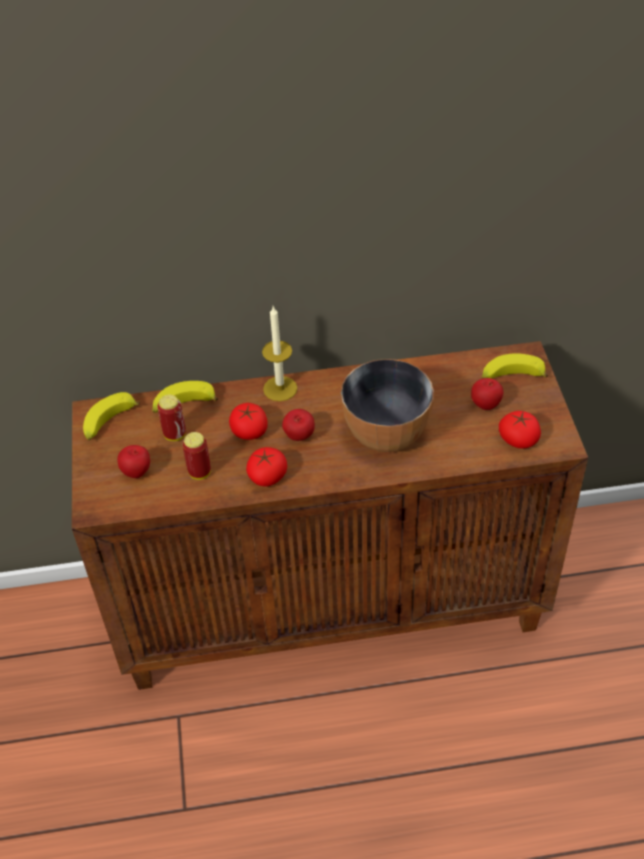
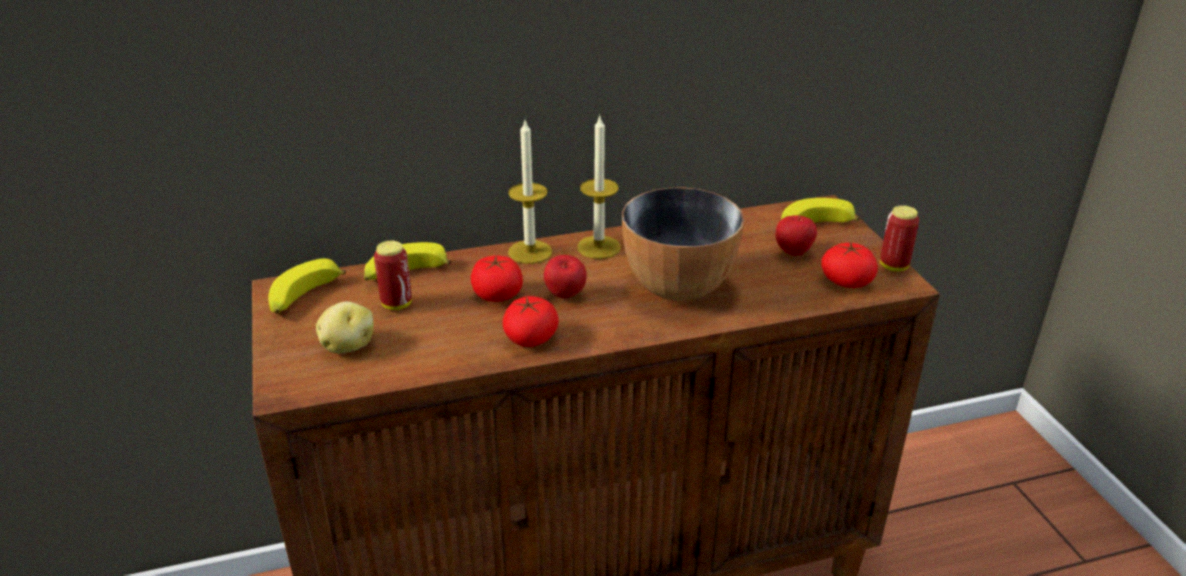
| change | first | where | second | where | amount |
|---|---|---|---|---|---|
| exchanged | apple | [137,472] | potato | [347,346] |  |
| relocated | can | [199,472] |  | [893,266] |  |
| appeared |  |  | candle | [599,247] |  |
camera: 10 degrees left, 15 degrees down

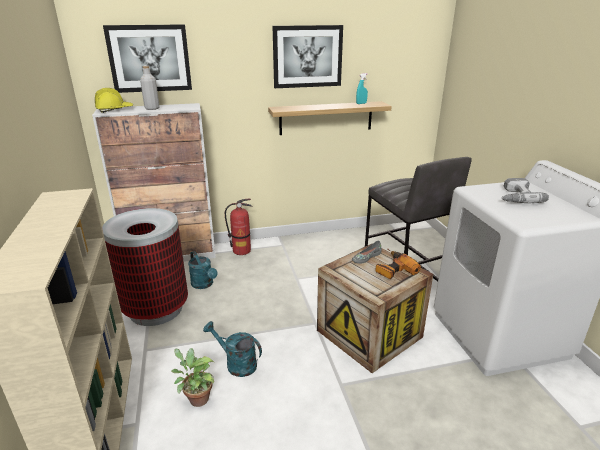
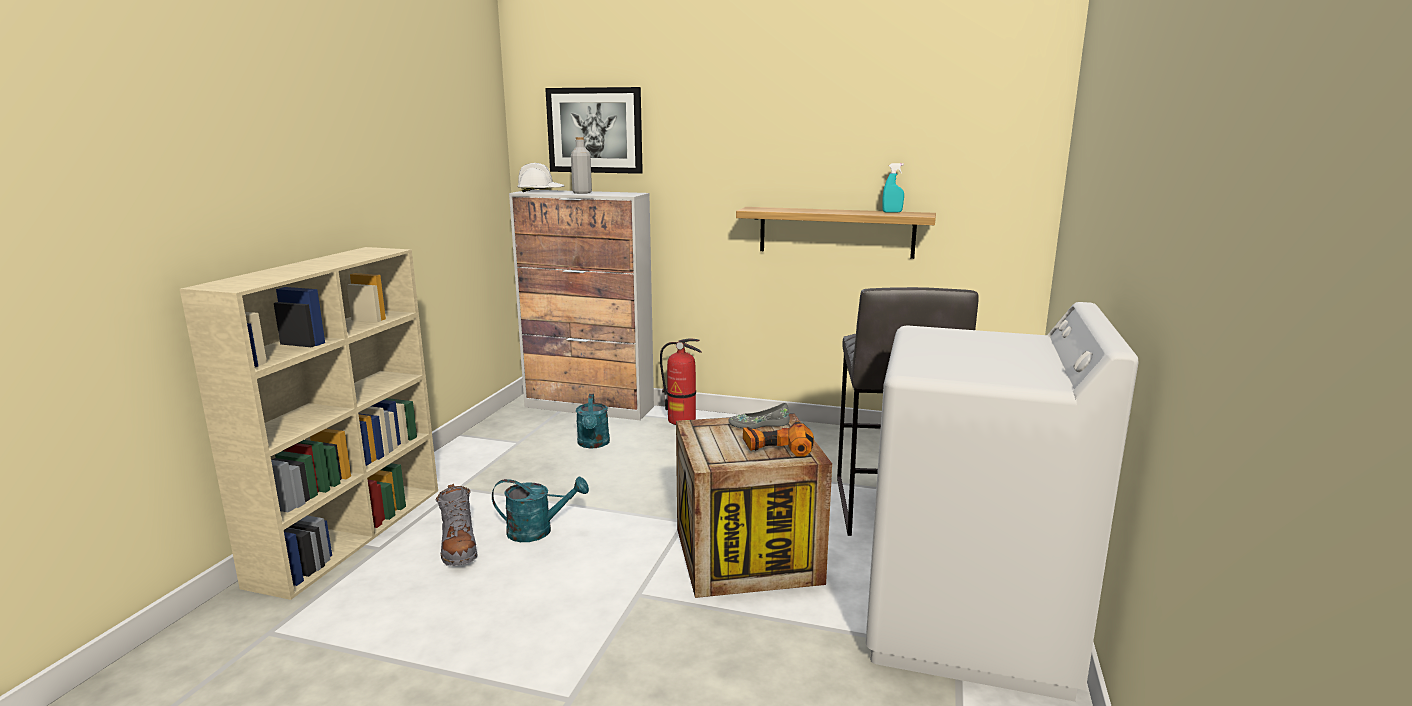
| change | first | where | second | where | amount |
|---|---|---|---|---|---|
| colour | yellow hard hat | [114,109] | white hard hat | [541,191] |  |
| missing | trash can | [156,309] |  |  |  |
| exchanged | potted plant | [196,398] | grey boot | [459,548] |  |
| spun | turquoise watering can | [236,363] |  | [538,531] | 120 degrees clockwise |
| missing | picture | [307,56] |  |  |  |
| missing | power drill | [515,196] |  |  |  |
camera: 30 degrees right, 10 degrees down

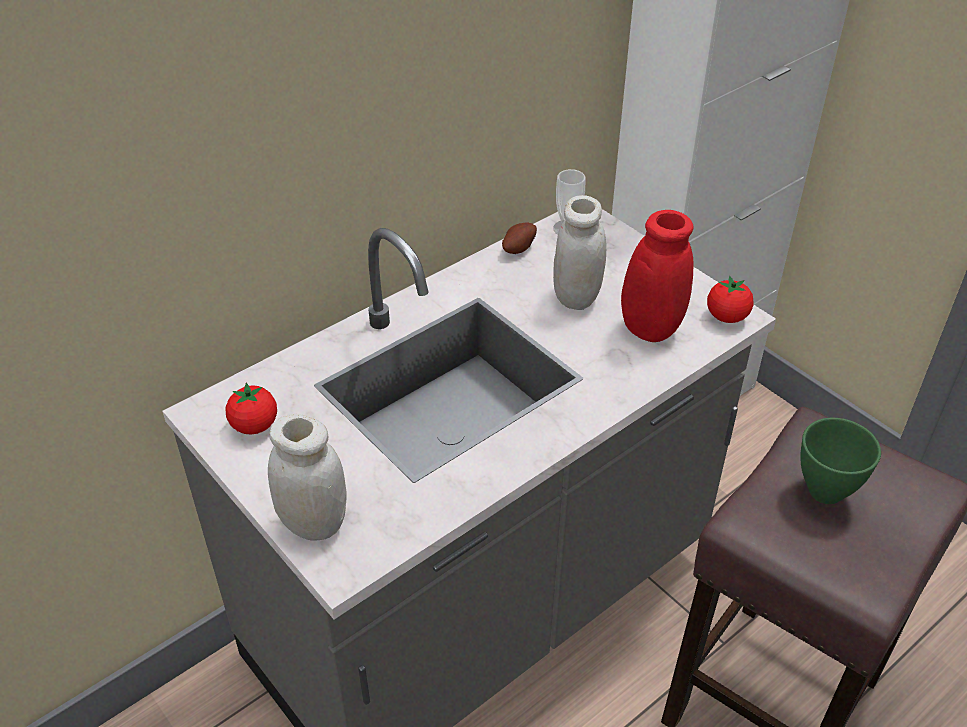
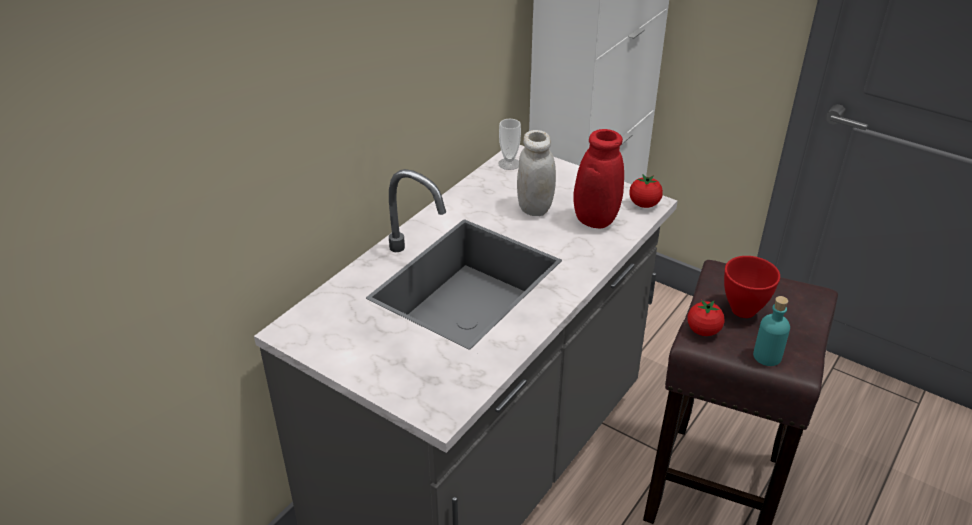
| change | first | where | second | where | amount |
|---|---|---|---|---|---|
| relocated | tomato | [254,425] |  | [703,331] |  |
| missing | white jar | [313,523] |  |  |  |
| missing | potato | [518,248] |  |  |  |
| colour | green bowl | [827,491] | red bowl | [744,310] |  |
| appeared |  |  | turquoise bottle | [767,356] |  |
camera: 15 degrees left, 5 degrees down

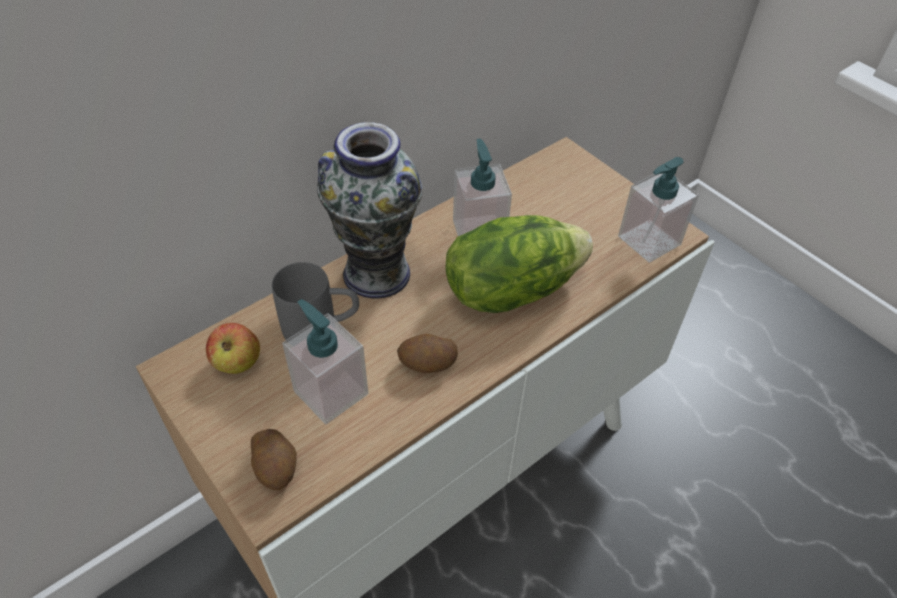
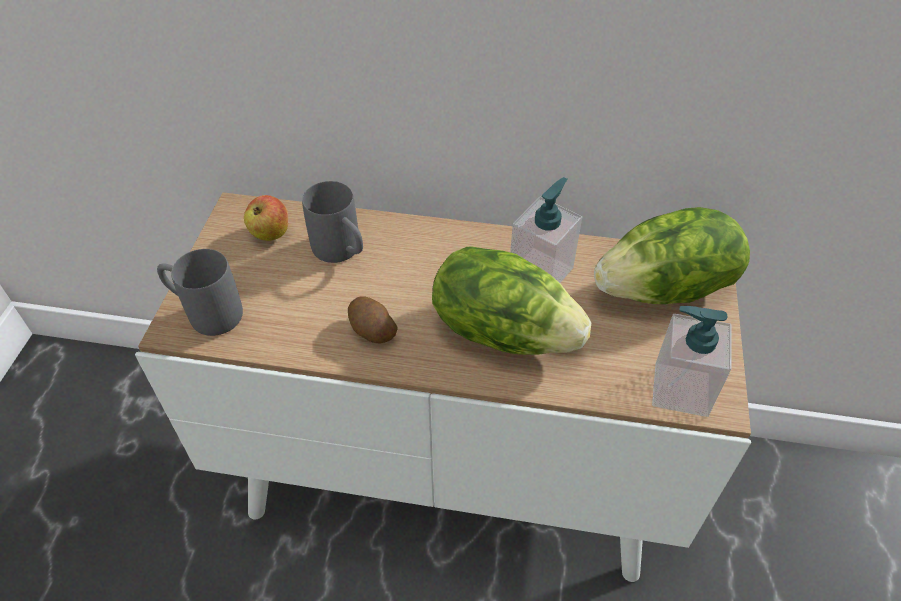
| change | first | where | second | where | amount |
|---|---|---|---|---|---|
| exchanged | potato | [276,467] | grey mug | [205,312] |  |
| missing | soap dispenser | [330,392] |  |  |  |
| missing | vase | [376,274] |  |  |  |
| appeared |  |  | lettuce | [666,290] |  |
camera: 50 degrees right, 0 degrees up

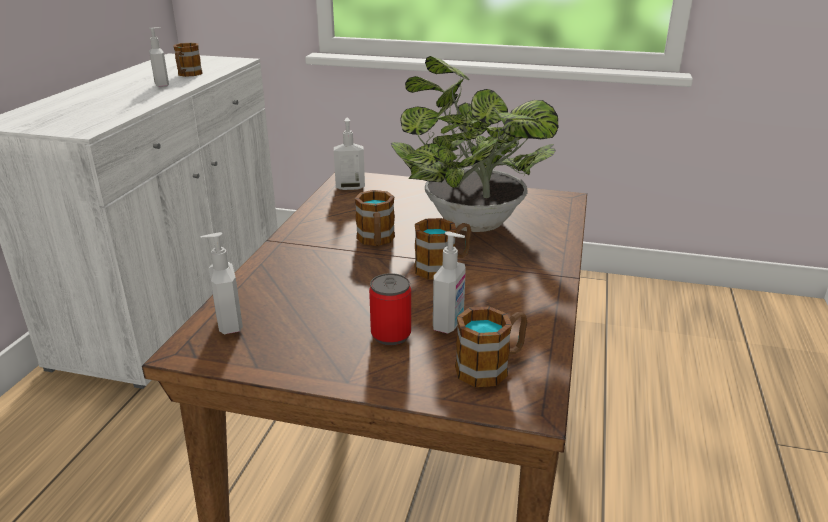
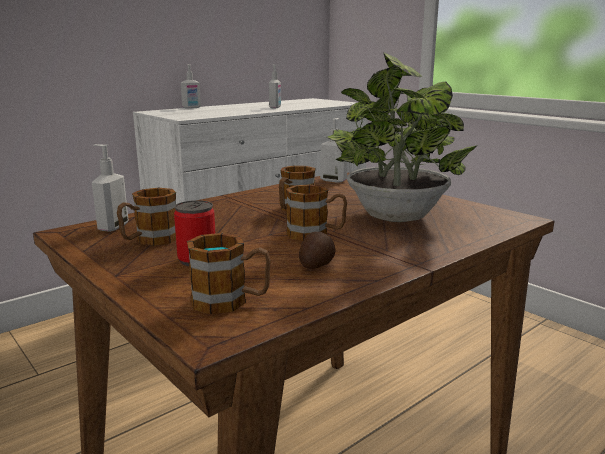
| change | first | where | second | where | amount |
|---|---|---|---|---|---|
| relocated | mug | [188,75] |  | [149,240] |  |
| relocated | soap dispenser | [449,324] |  | [191,108] |  |
| appeared |  |  | potato | [318,264] |  |
camera: 35 degrees right, 10 degrees down

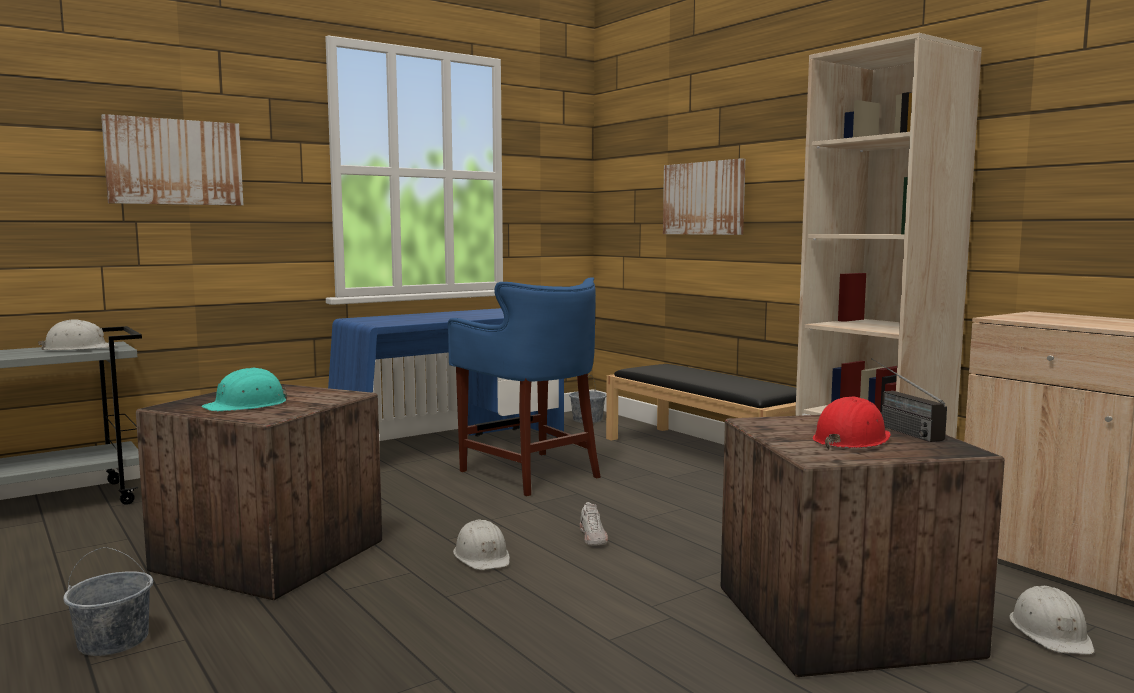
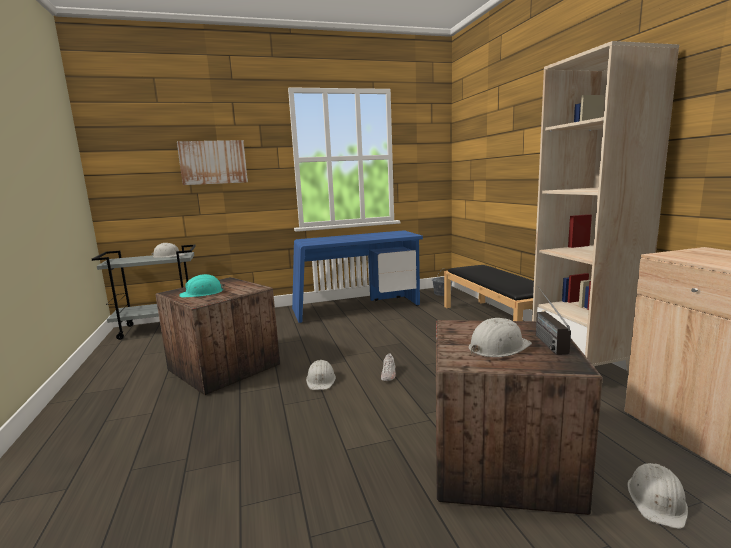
| change | first | where | second | where | amount |
|---|---|---|---|---|---|
| missing | grey bucket | [114,641] |  |  |  |
| missing | blue stool | [531,473] |  |  |  |
| missing | picture | [704,198] |  |  |  |
| colour | red hard hat | [851,440] | white hard hat | [498,347] |  |
camera: 20 degrees right, 5 degrees up

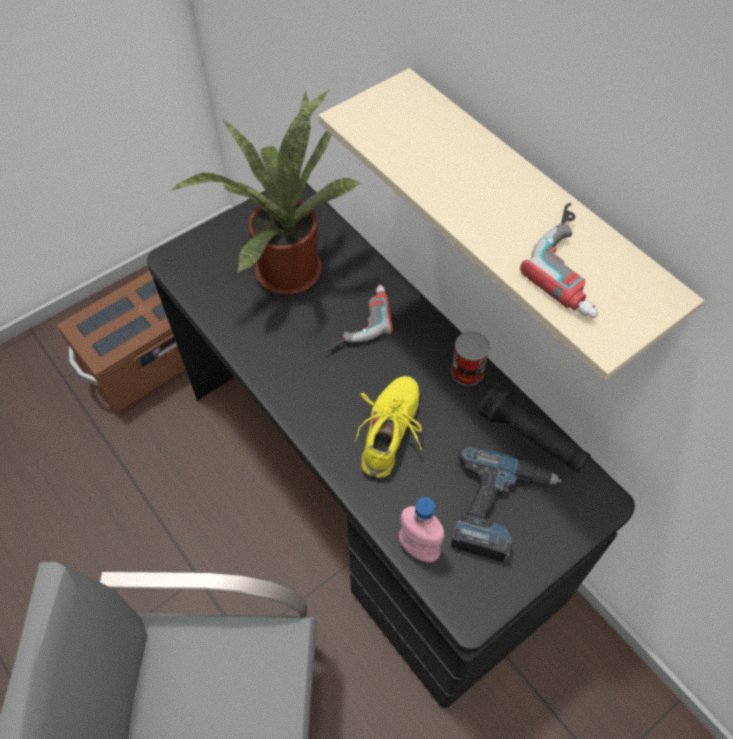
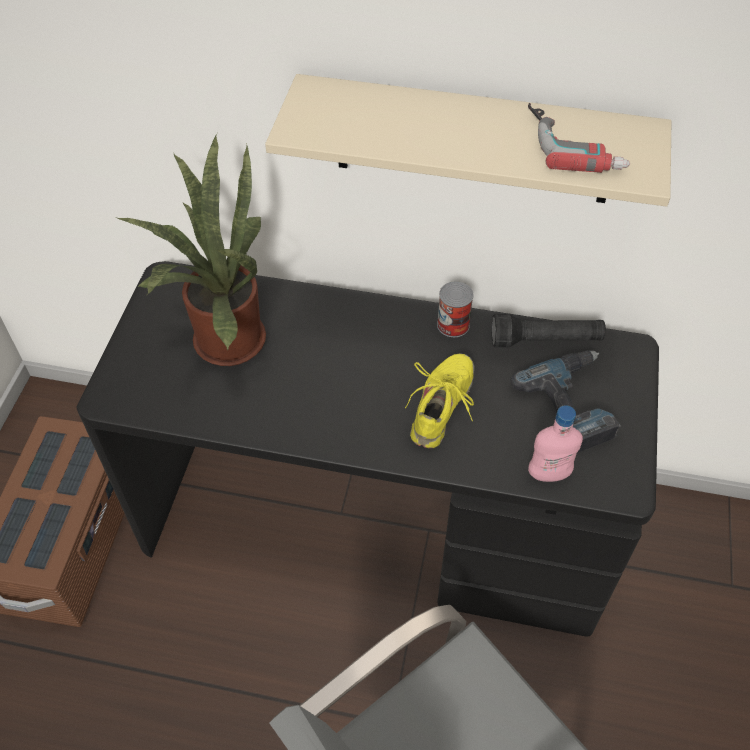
| change | first | where | second | where | amount |
|---|---|---|---|---|---|
| missing | power drill | [356,321] |  |  |  |
| spun | yellow shoe | [391,431] |  | [442,407] | 45 degrees clockwise |
camera: 40 degrees left, 5 degrees down

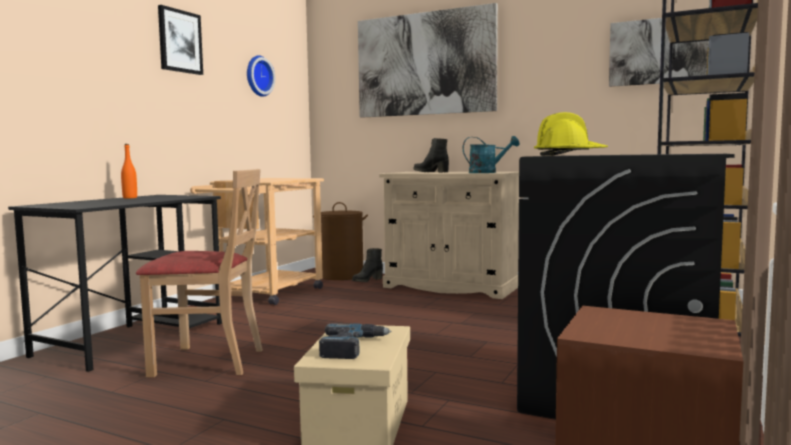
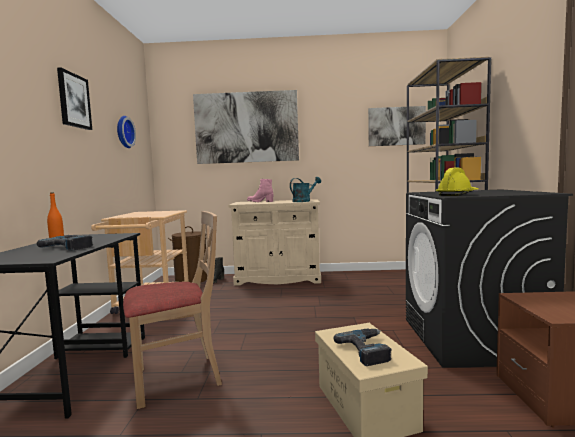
| change | first | where | second | where | amount |
|---|---|---|---|---|---|
| colour | black boot | [431,172] | pink boot | [260,202] |  |
| appeared |  |  | power drill | [71,246] |  |
camera: 25 degrees left, 0 degrees up

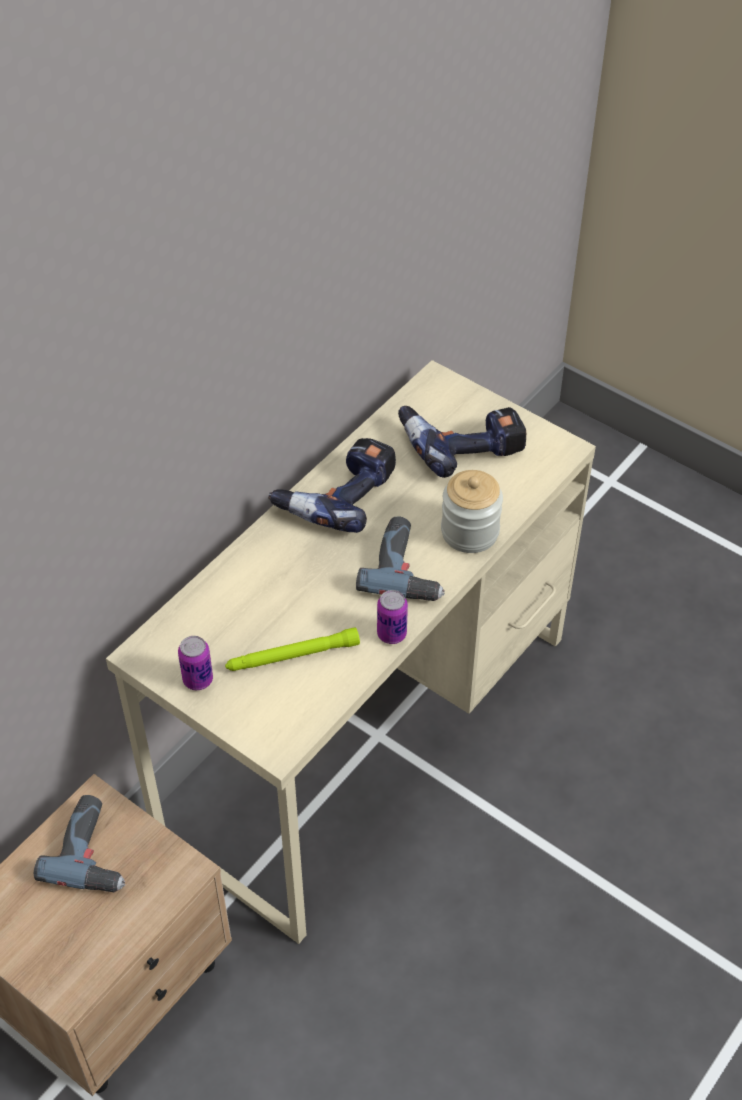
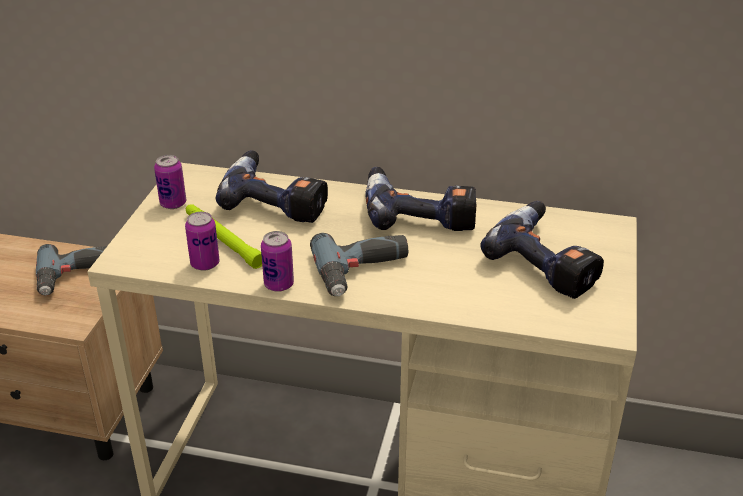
| change | first | where | second | where | amount |
|---|---|---|---|---|---|
| missing | jar | [470,532] |  |  |  |
| appeared |  |  | can | [205,264] |  |
| appeared |  |  | power drill | [277,199] |  |
camera: 65 degrees right, 15 degrees down

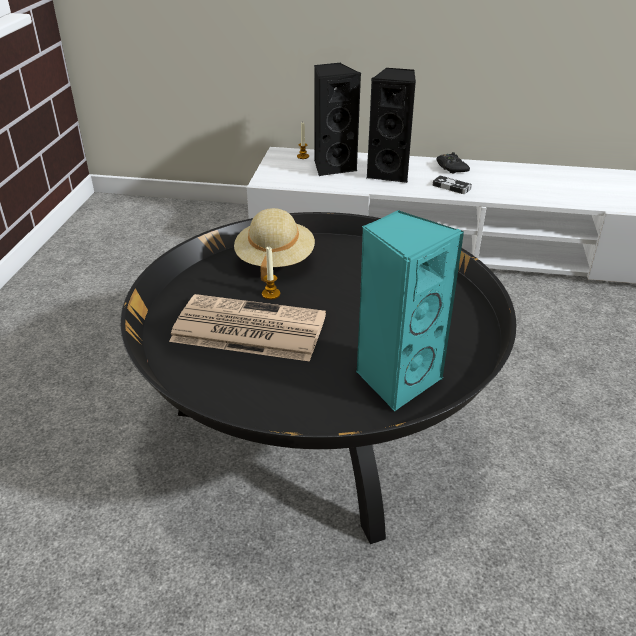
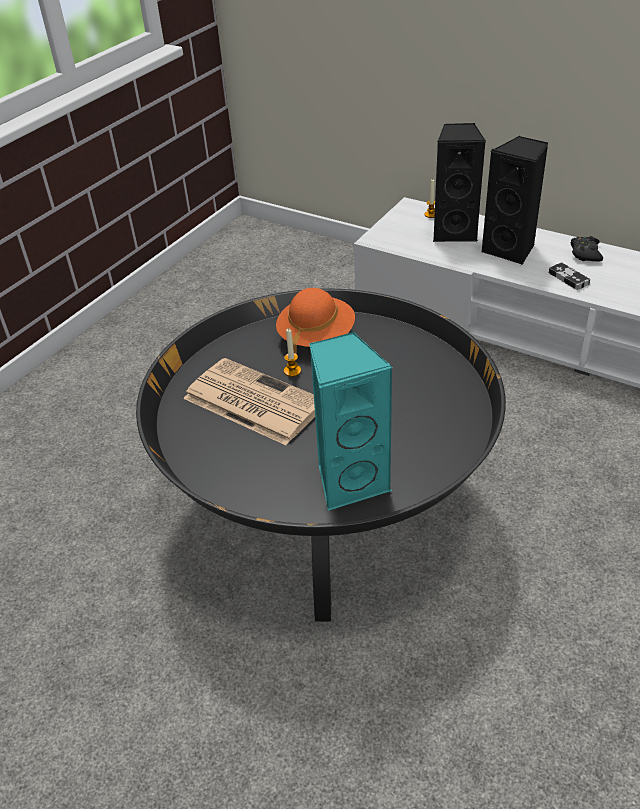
| change | first | where | second | where | amount |
|---|---|---|---|---|---|
| colour | beige hat | [275,260] | orange hat | [316,336] |  |
camera: 25 degrees right, 5 degrees up

